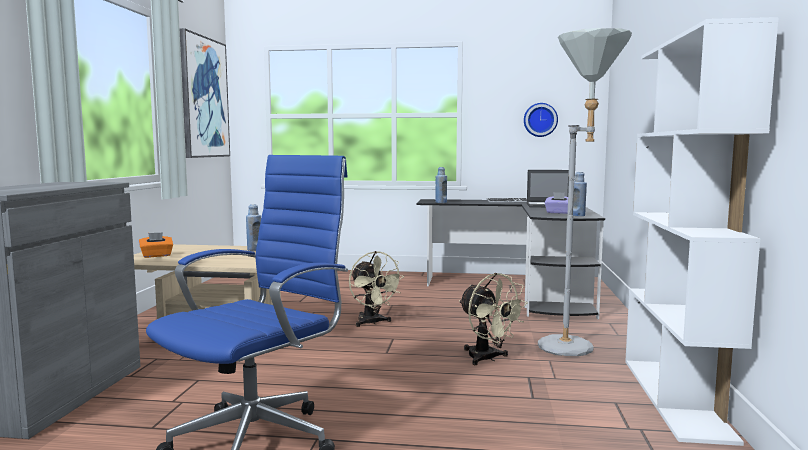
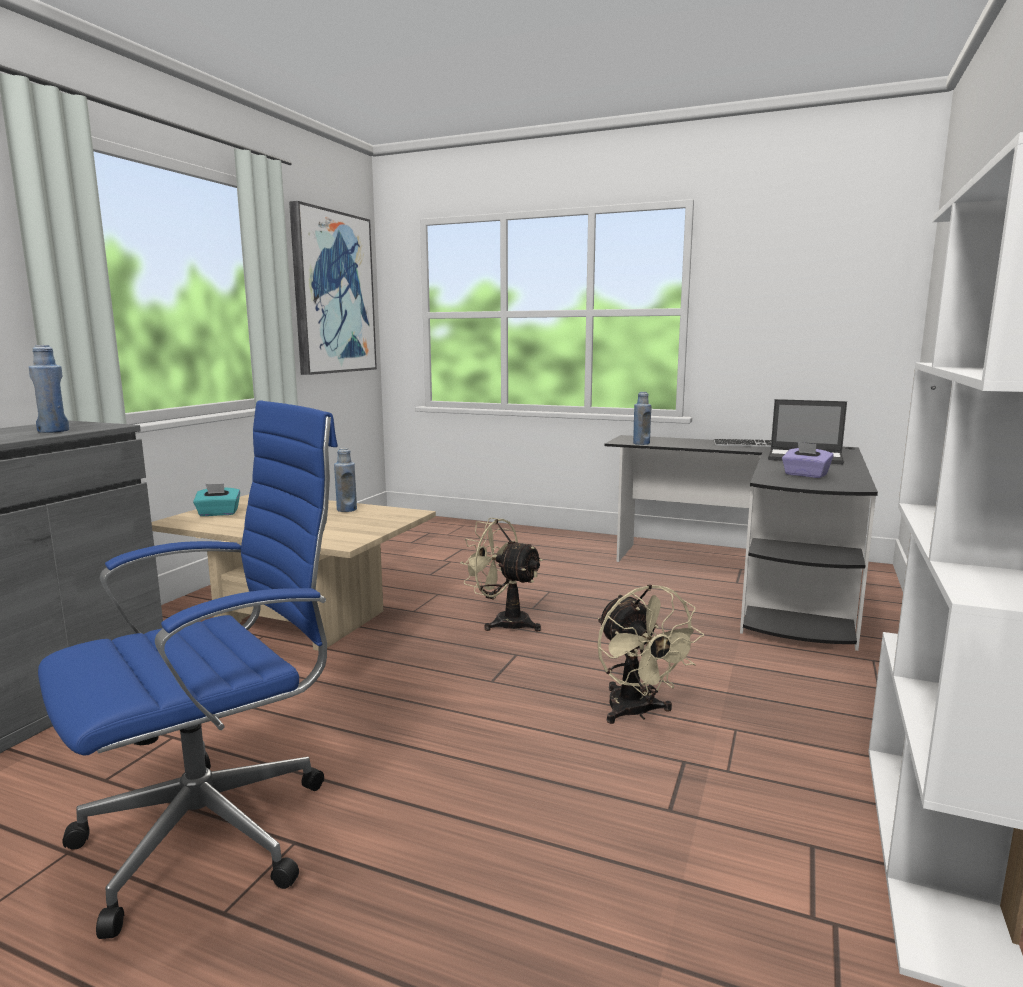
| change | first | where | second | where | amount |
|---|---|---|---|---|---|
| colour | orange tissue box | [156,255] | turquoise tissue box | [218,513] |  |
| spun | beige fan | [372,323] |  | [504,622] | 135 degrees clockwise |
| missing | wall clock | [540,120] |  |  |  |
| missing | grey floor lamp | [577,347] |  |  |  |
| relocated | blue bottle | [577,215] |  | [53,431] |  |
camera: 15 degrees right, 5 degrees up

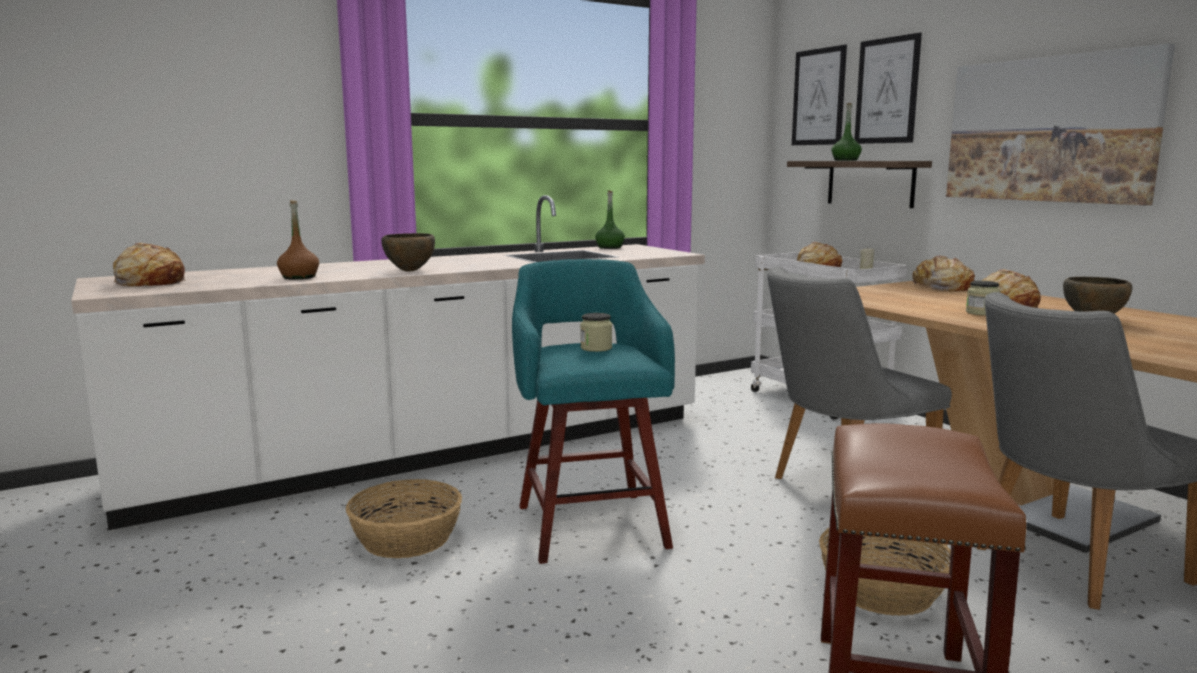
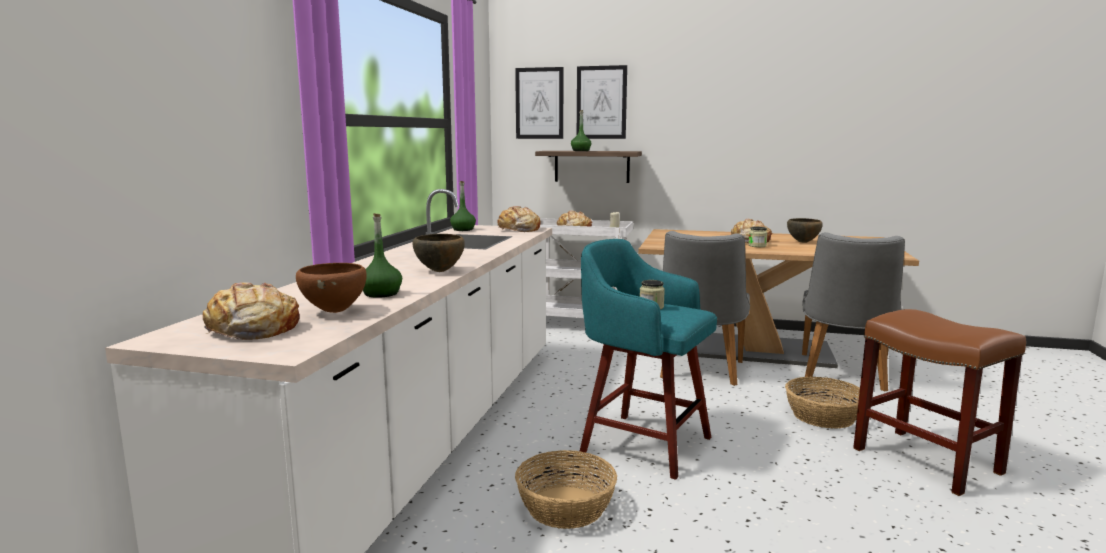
| change | first | where | second | where | amount |
|---|---|---|---|---|---|
| colour | brown bottle | [299,277] | green bottle | [381,294] |  |
| relocated | bread | [941,287] |  | [518,230] |  |
| missing | picture | [1049,130] |  |  |  |
| appeared |  |  | brown bowl | [335,311] |  |
camera: 45 degrees left, 0 degrees up

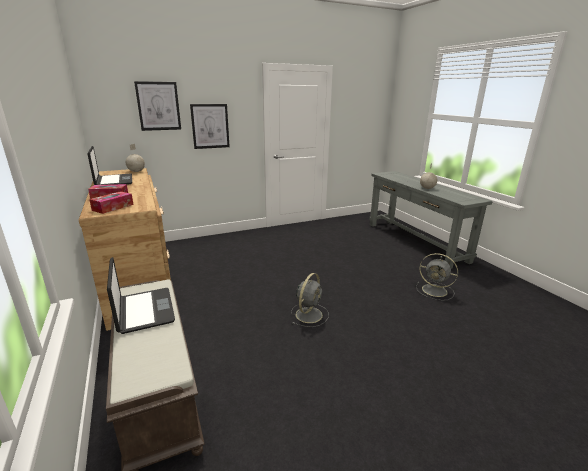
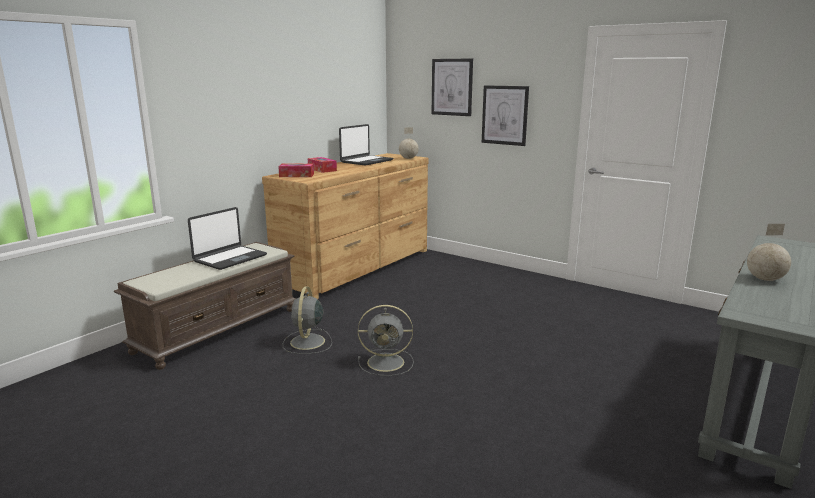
| change | first | where | second | where | amount |
|---|---|---|---|---|---|
| relocated | grey fan | [435,291] |  | [307,342] |  |
camera: 60 degrees right, 5 degrees down

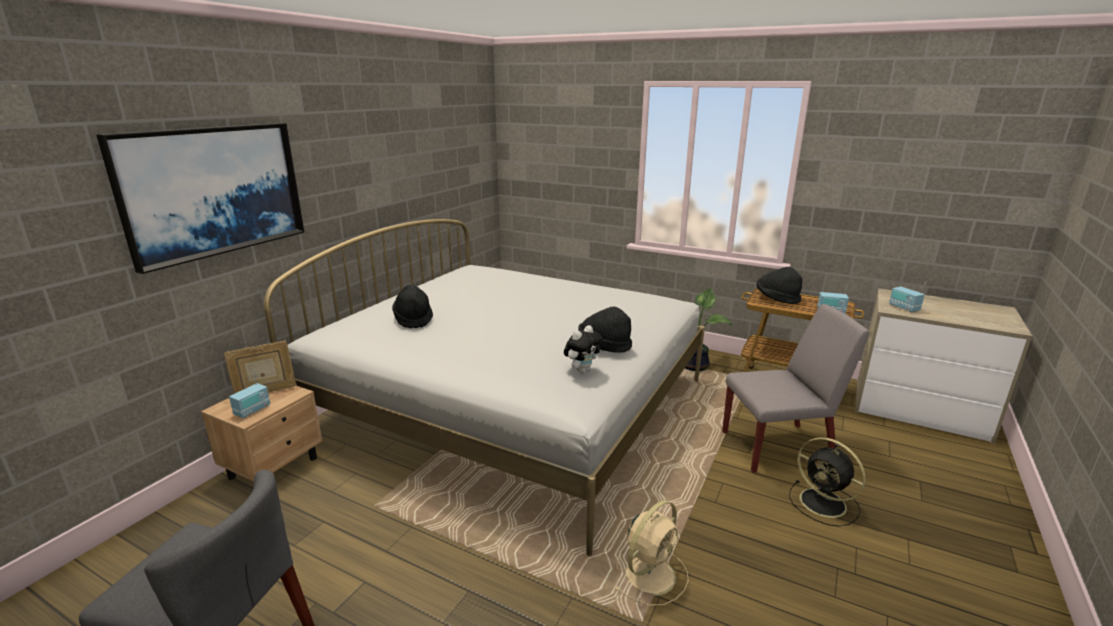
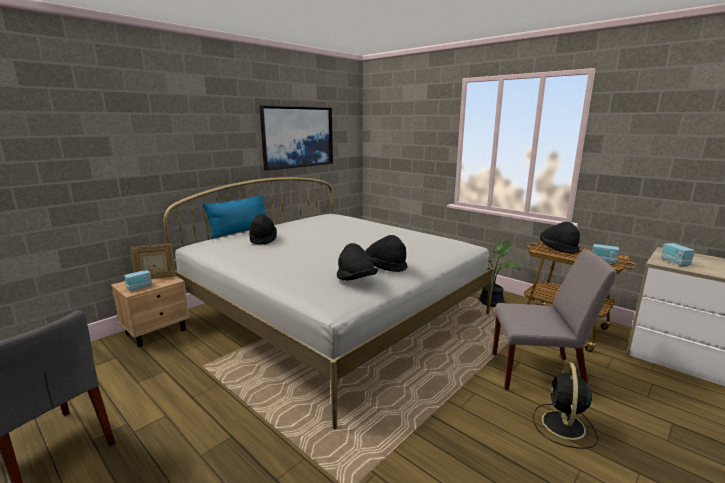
| change | first | where | second | where | amount |
|---|---|---|---|---|---|
| relocated | picture | [213,191] |  | [297,137] |  |
| exchanged | plush toy | [582,370] | black hat | [356,280] |  |
| missing | beige fan | [651,573] |  |  |  |
| spun | black fan | [824,504] |  | [563,426] | 45 degrees clockwise |
| appeared |  |  | blue pillow | [240,231] |  |
camera: 15 degrees right, 5 degrees down

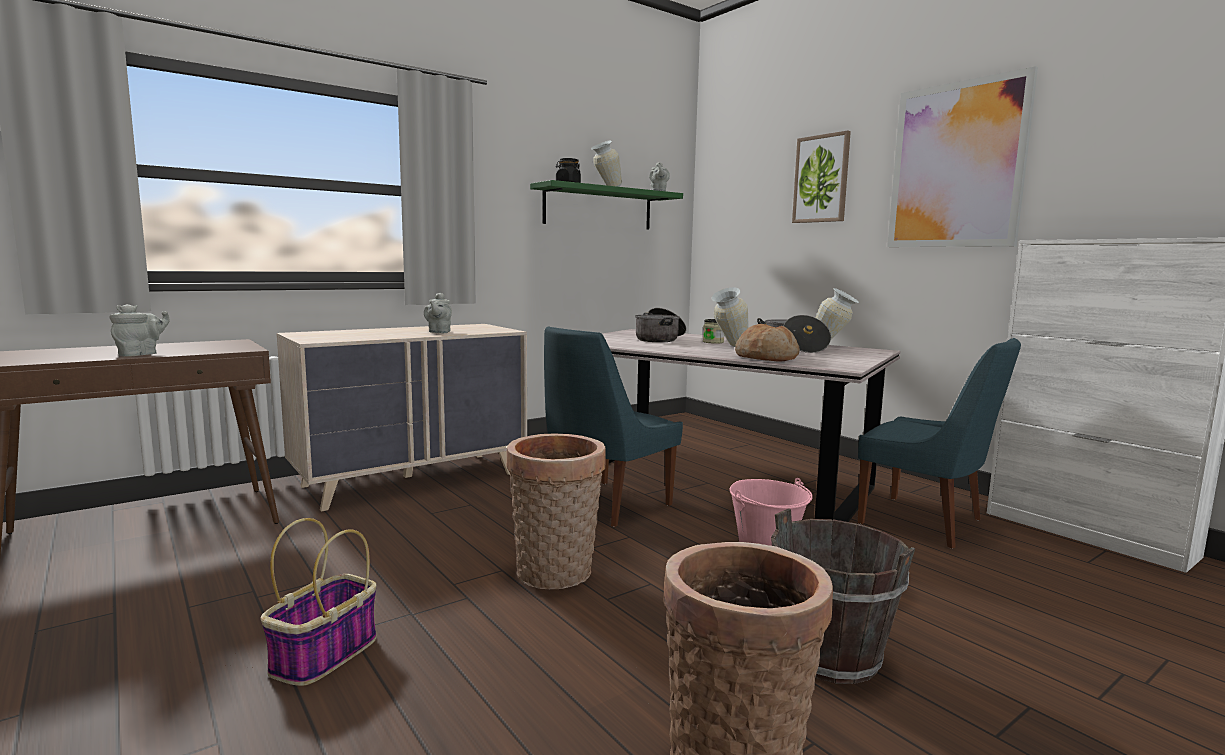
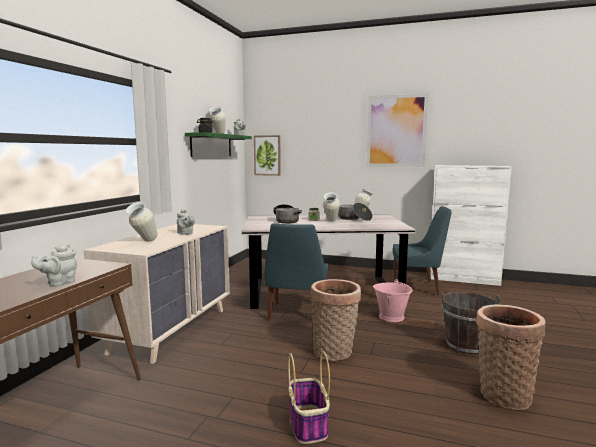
| change | first | where | second | where | amount |
|---|---|---|---|---|---|
| spun | grey teapot | [141,354] |  | [59,283] | 135 degrees counterclockwise |
| missing | bread | [766,358] |  |  |  |
| relocated | picture | [821,179] |  | [267,155] |  |
| appeared |  |  | vase | [143,242] |  |
camera: 35 degrees left, 0 degrees up

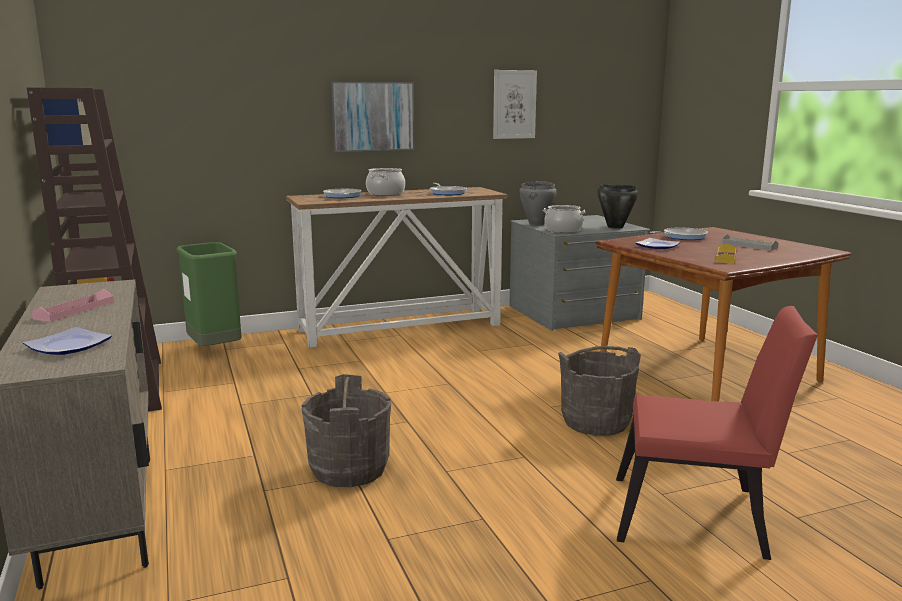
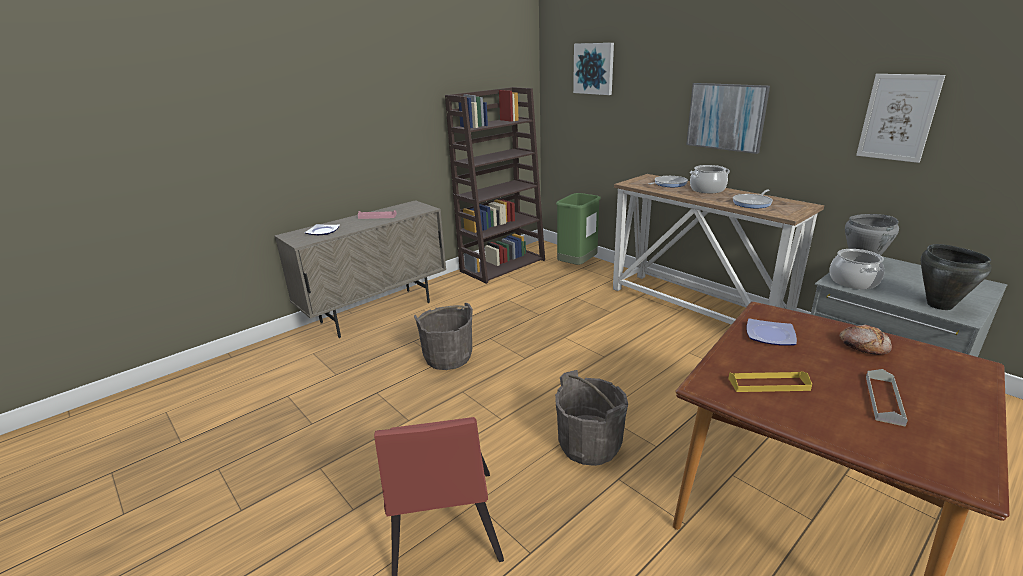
| change | first | where | second | where | amount |
|---|---|---|---|---|---|
| exchanged | frying pan | [682,237] | bread | [863,346] |  |
| appeared |  |  | picture | [594,68] |  |
camera: 70 degrees right, 10 degrees up

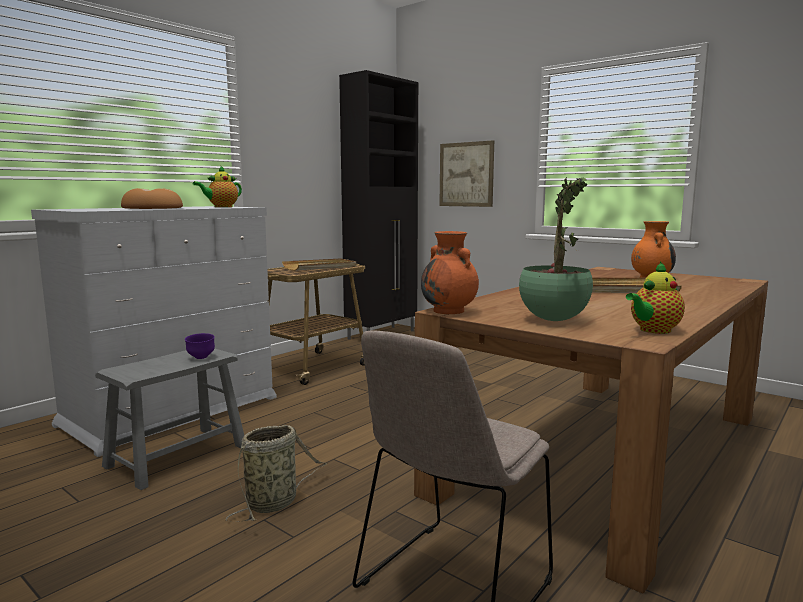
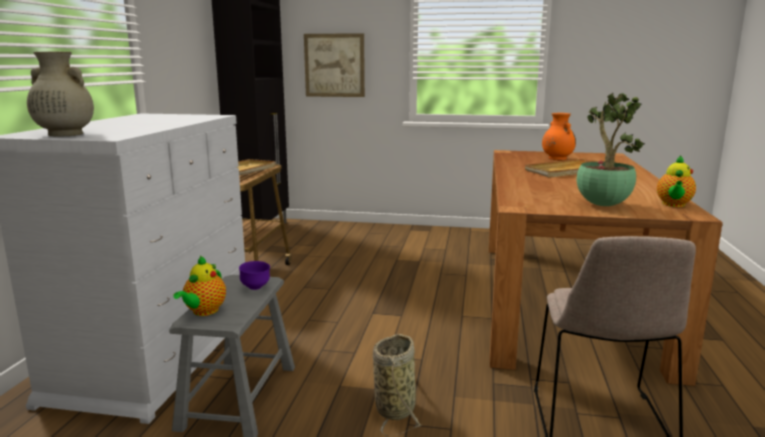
| change | first | where | second | where | amount |
|---|---|---|---|---|---|
| missing | bread | [153,208] |  |  |  |
| relocated | teapot | [221,207] |  | [204,312] |  |
| missing | orange vase | [449,311] |  |  |  |
| appeared |  |  | beige vase | [64,134] |  |
camera: 30 degrees left, 5 degrees up

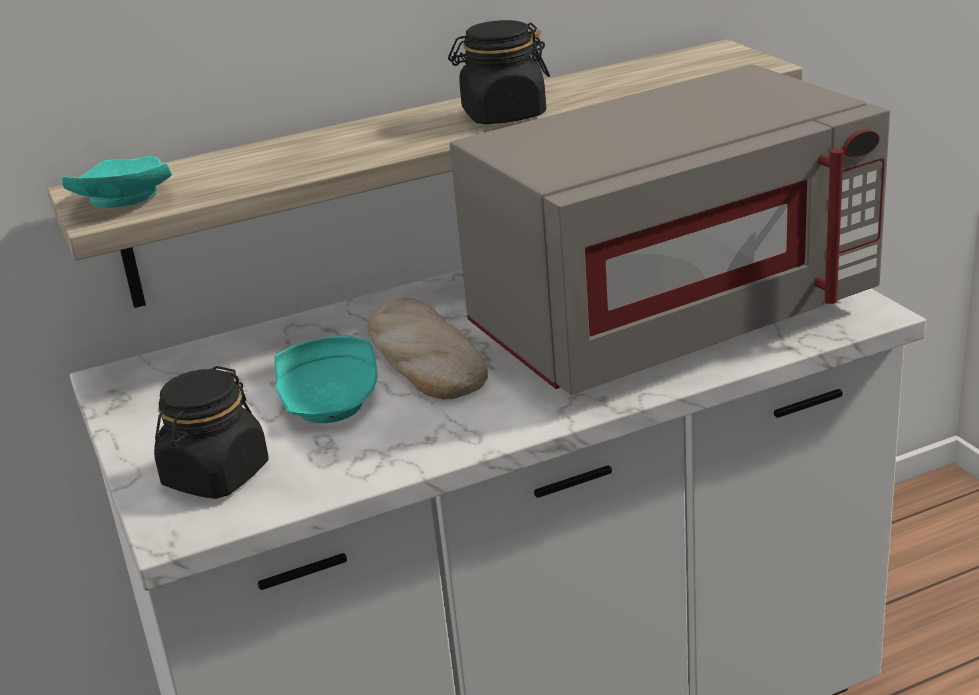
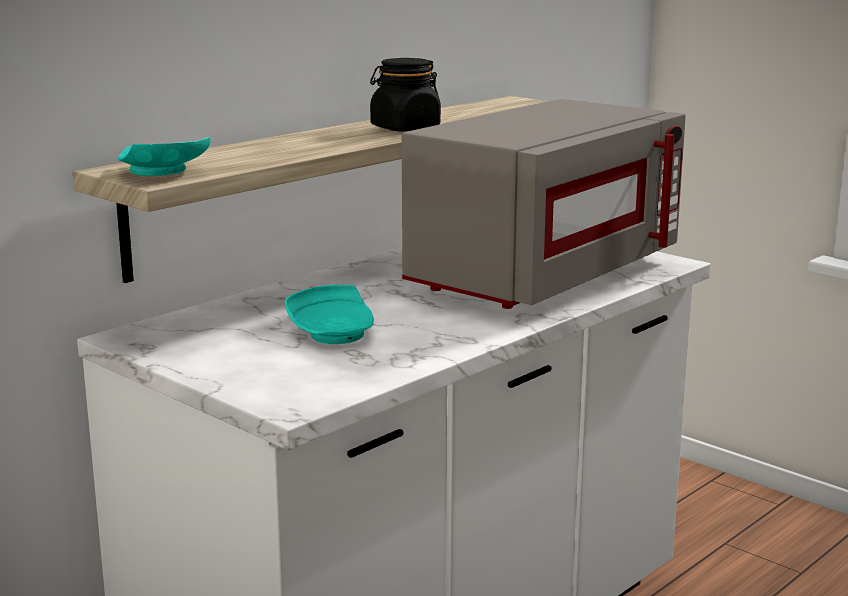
| change | first | where | second | where | amount |
|---|---|---|---|---|---|
| missing | black jar | [216,476] |  |  |  |
| missing | bread | [423,358] |  |  |  |
camera: 25 degrees left, 10 degrees down

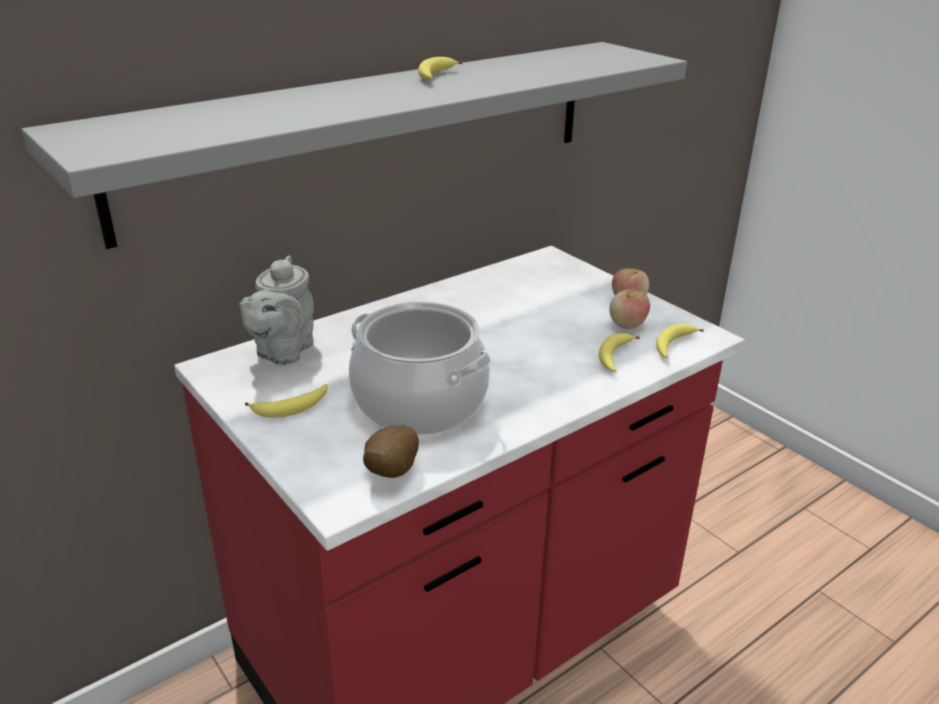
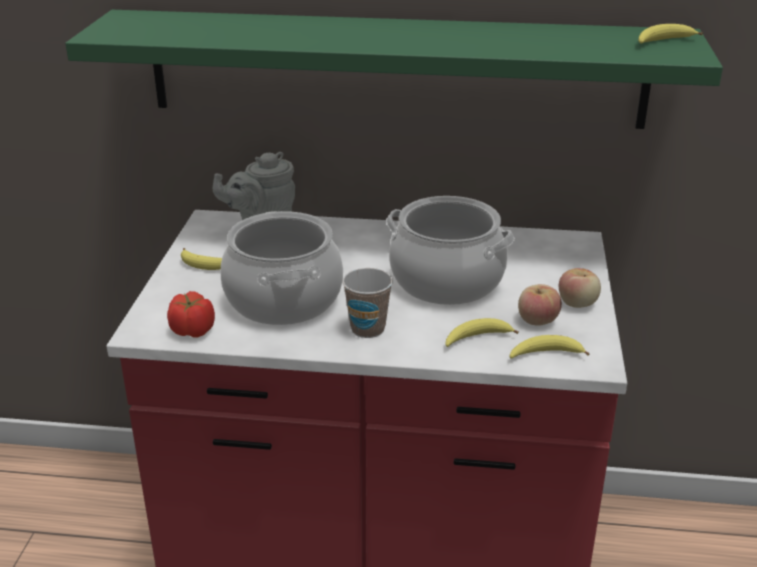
| change | first | where | second | where | amount |
|---|---|---|---|---|---|
| colour | grey shelf | [373,132] | green shelf | [395,69] |  |
| exchanged | potato | [389,473] | tomato | [193,330] |  |
| relocated | banana | [435,76] |  | [662,42] |  |
| appeared |  |  | cup | [367,329] |  |
| appeared |  |  | cooking pot | [446,281] |  |
camera: 45 degrees right, 0 degrees up

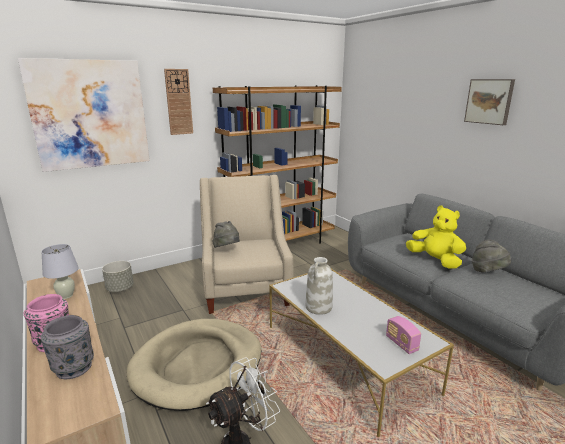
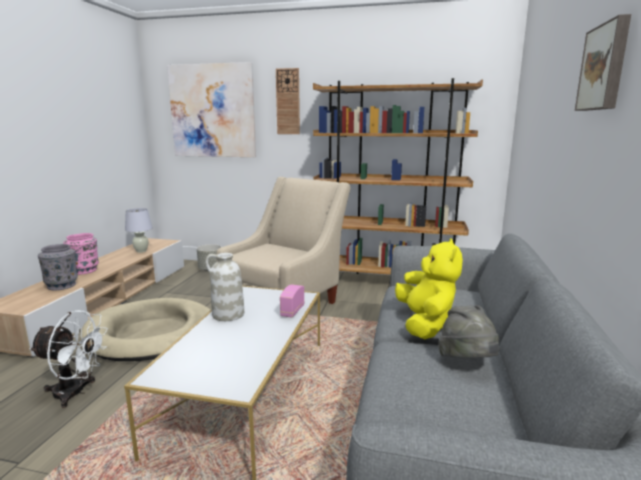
| change | first | where | second | where | amount |
|---|---|---|---|---|---|
| missing | grey hat | [227,249] |  |  |  |
| relocated | radio | [401,344] |  | [292,311] |  |
camera: 45 degrees right, 5 degrees down

